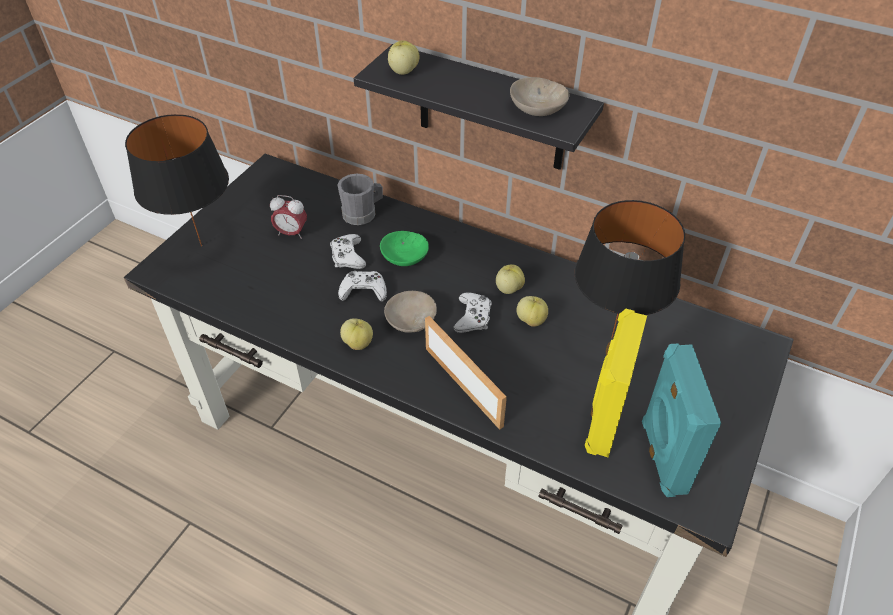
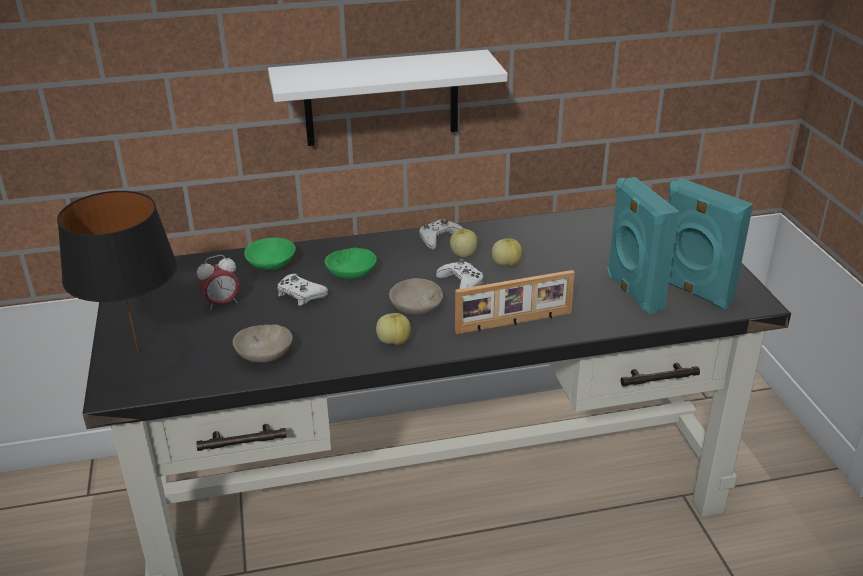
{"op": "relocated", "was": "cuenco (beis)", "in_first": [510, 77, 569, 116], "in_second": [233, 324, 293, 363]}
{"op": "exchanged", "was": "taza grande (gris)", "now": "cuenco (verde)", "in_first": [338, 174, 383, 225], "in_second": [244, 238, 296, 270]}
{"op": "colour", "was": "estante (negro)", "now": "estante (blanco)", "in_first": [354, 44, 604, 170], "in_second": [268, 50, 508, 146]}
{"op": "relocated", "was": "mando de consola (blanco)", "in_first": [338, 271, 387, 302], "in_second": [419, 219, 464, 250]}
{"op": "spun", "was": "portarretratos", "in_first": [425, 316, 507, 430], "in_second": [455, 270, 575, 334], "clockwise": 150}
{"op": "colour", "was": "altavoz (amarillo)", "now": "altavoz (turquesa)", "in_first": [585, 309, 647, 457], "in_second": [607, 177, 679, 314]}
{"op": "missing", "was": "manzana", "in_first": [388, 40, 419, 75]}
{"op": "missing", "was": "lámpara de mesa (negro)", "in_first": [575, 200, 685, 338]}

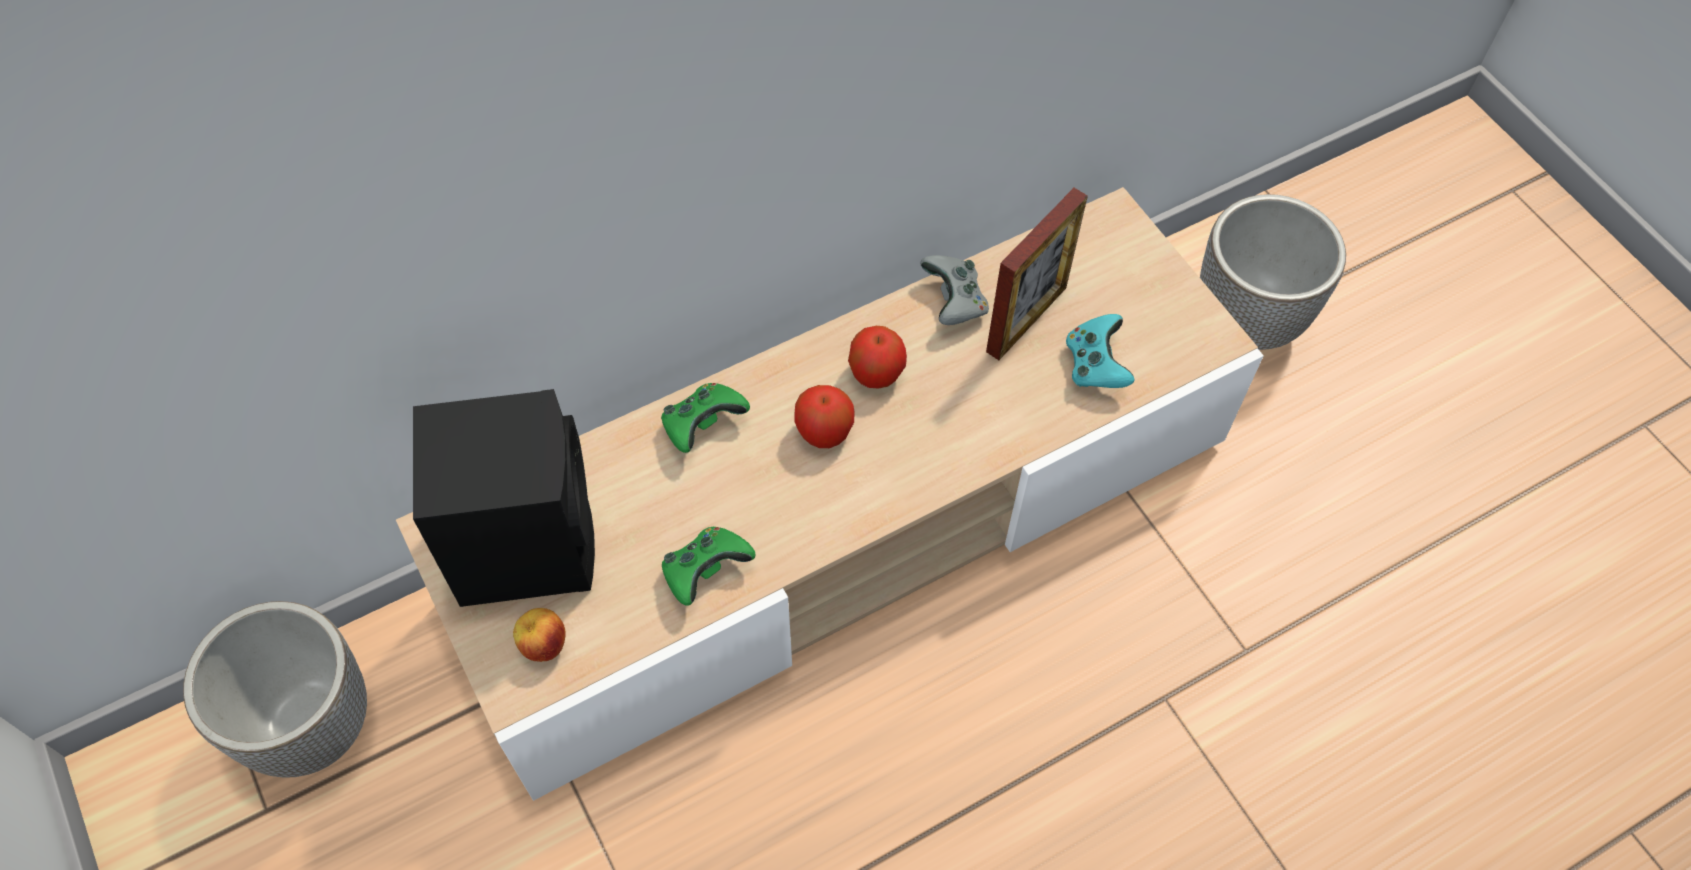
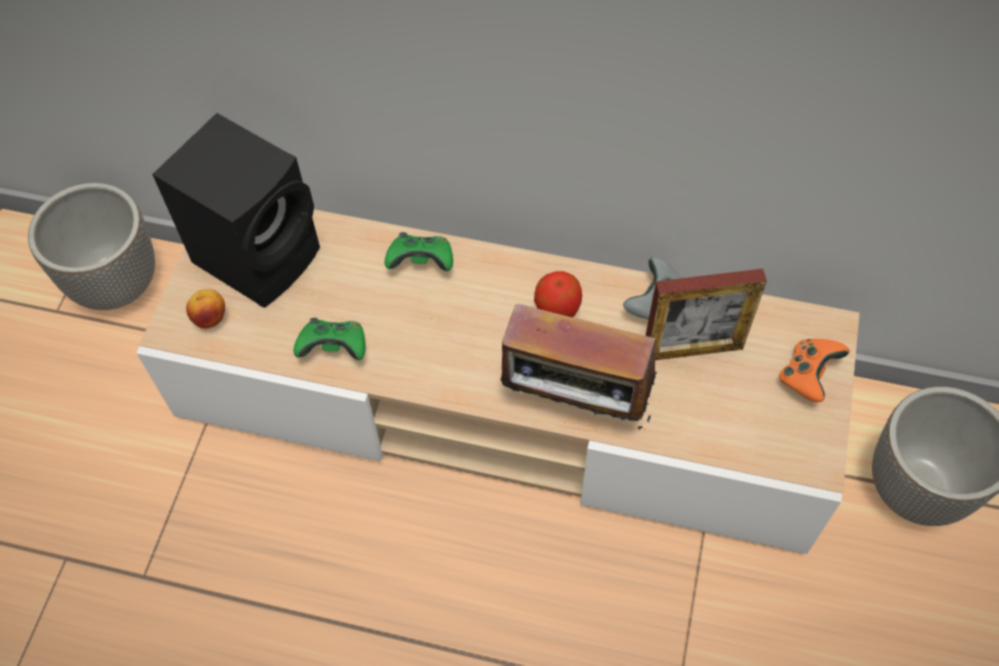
{"op": "appeared", "now": "radio", "in_second": [501, 303, 657, 431]}
{"op": "appeared", "now": "mando de consola (naranja)", "in_second": [779, 339, 850, 402]}
{"op": "missing", "was": "manzana", "in_first": [795, 385, 855, 448]}
{"op": "missing", "was": "mando de consola (turquesa)", "in_first": [1066, 314, 1134, 388]}

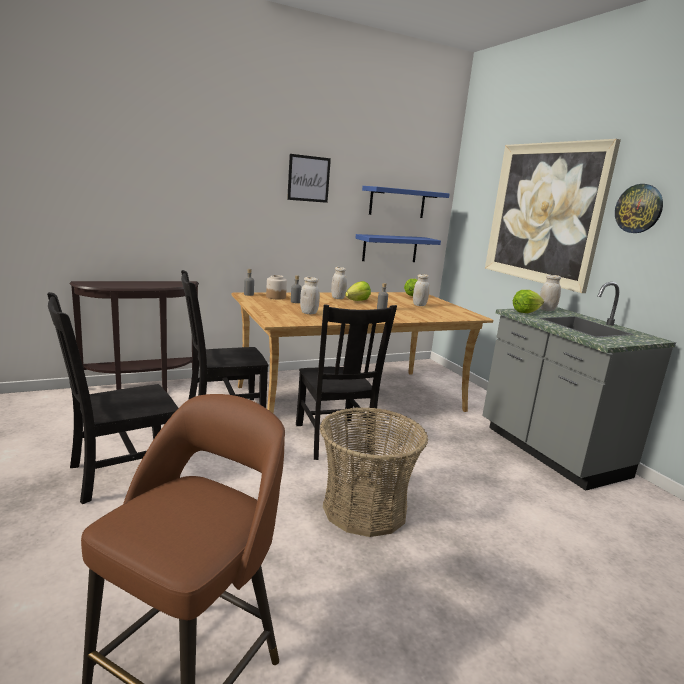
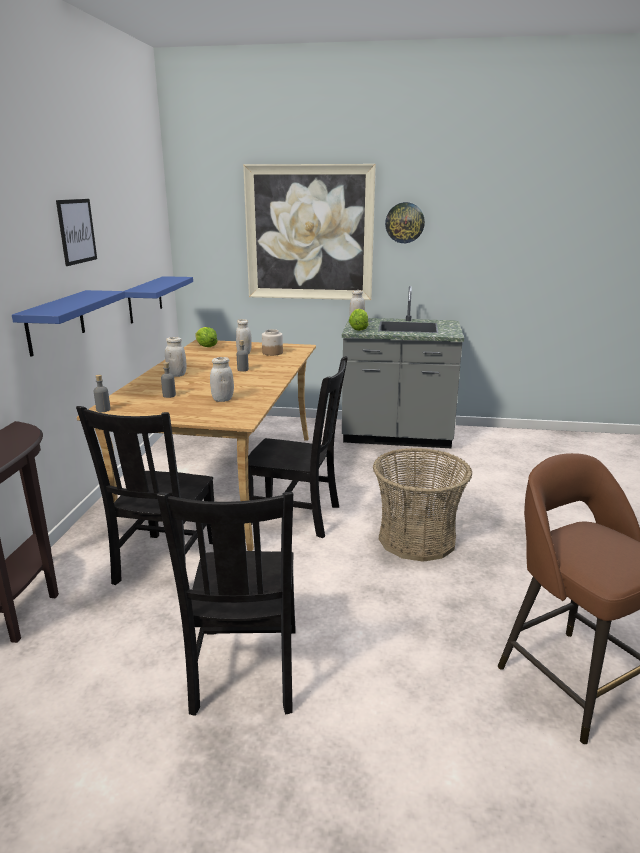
{"op": "relocated", "was": "estante (azul)", "in_first": [362, 186, 450, 218], "in_second": [12, 290, 125, 357]}
{"op": "relocated", "was": "tarro", "in_first": [266, 275, 287, 299], "in_second": [262, 329, 283, 356]}
{"op": "missing", "was": "lechuga", "in_first": [345, 281, 371, 301]}

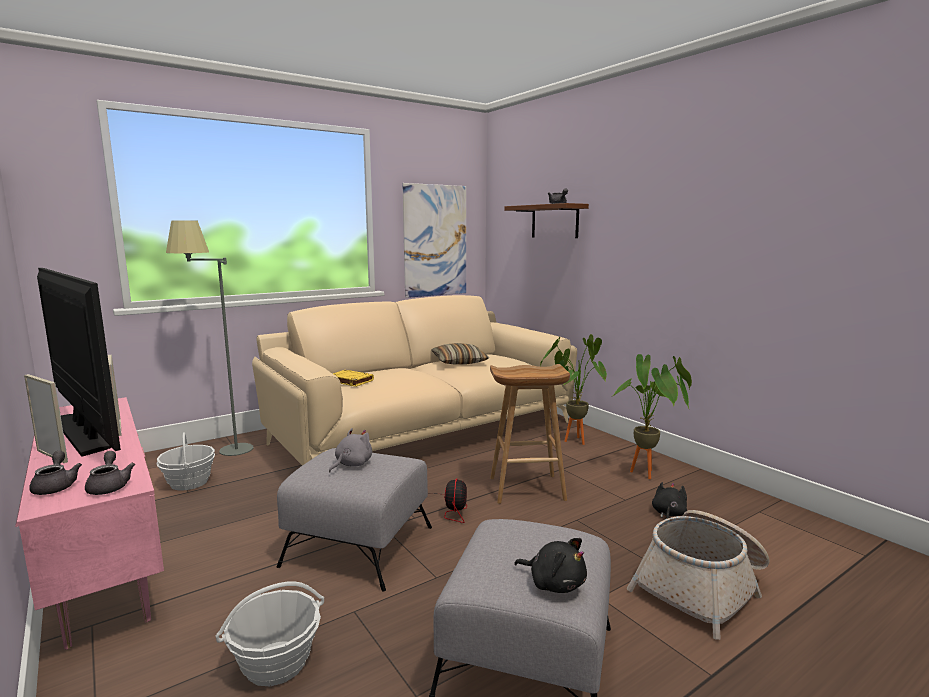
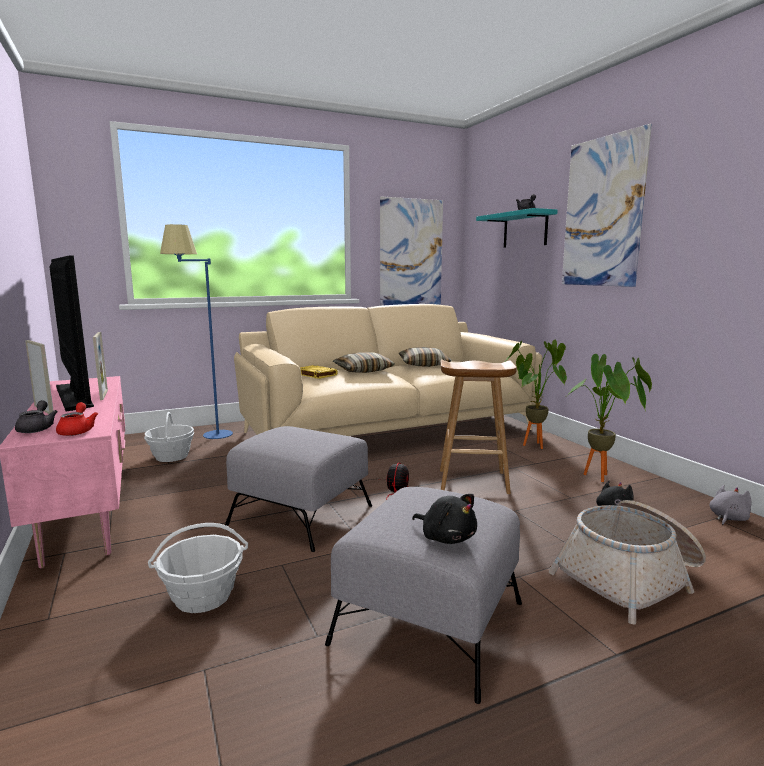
{"op": "colour", "was": "tetera (gris)", "now": "tetera (rojo)", "in_first": [85, 451, 135, 495], "in_second": [56, 402, 98, 436]}
{"op": "colour", "was": "lámpara de pie (gris)", "now": "lámpara de pie (azul)", "in_first": [166, 220, 254, 456], "in_second": [160, 224, 233, 439]}
{"op": "appeared", "now": "cojín", "in_second": [333, 352, 395, 373]}
{"op": "colour", "was": "estante (marrón)", "now": "estante (turquesa)", "in_first": [504, 203, 589, 238], "in_second": [476, 208, 557, 248]}
{"op": "appeared", "now": "cuadro", "in_second": [562, 124, 652, 287]}
{"op": "relocated", "was": "peluche (gris)", "in_first": [329, 428, 372, 473], "in_second": [709, 485, 752, 525]}

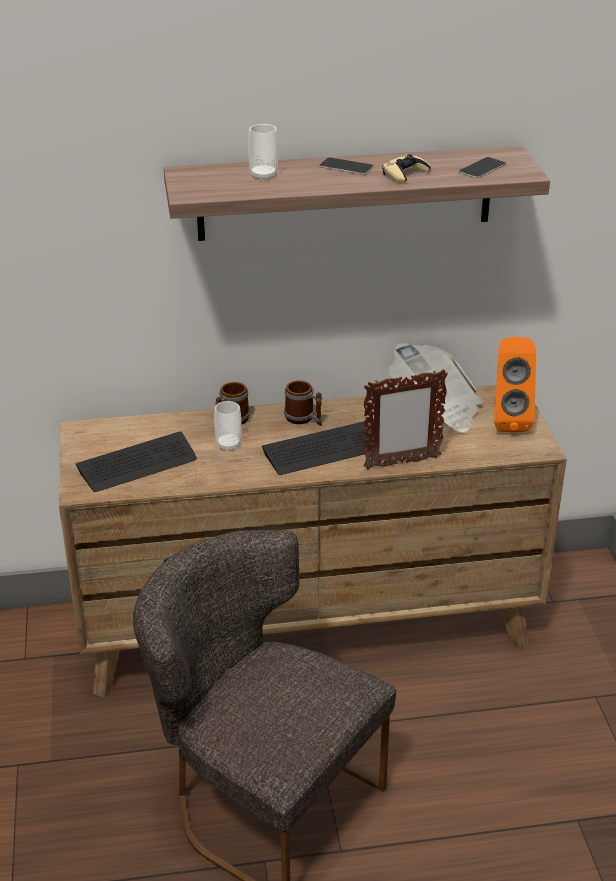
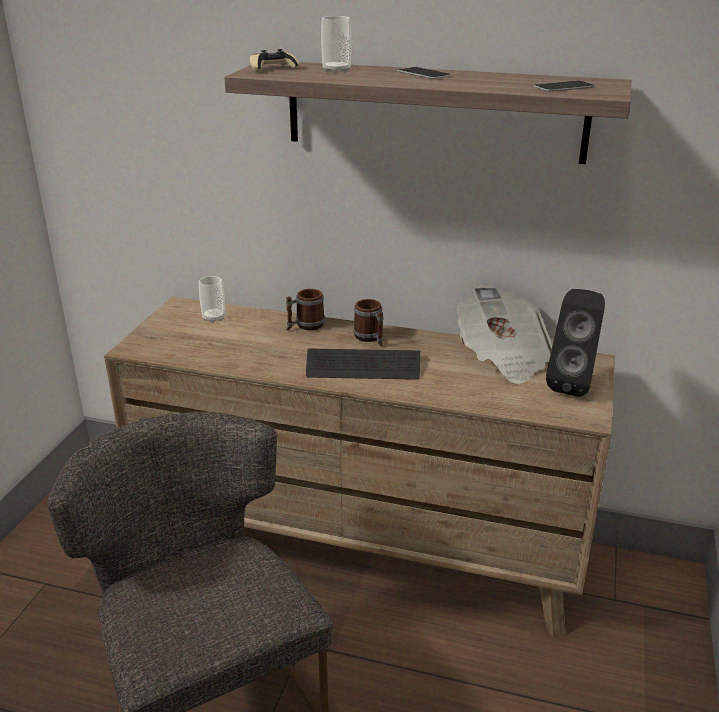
{"op": "relocated", "was": "taza", "in_first": [214, 401, 242, 451], "in_second": [199, 276, 225, 323]}
{"op": "relocated", "was": "mando de consola (beis)", "in_first": [382, 154, 431, 184], "in_second": [250, 49, 300, 72]}
{"op": "colour", "was": "altavoz (naranja)", "now": "altavoz (negro)", "in_first": [494, 337, 536, 432], "in_second": [546, 289, 605, 397]}
{"op": "missing", "was": "teclado", "in_first": [76, 431, 197, 492]}
{"op": "missing", "was": "portarretratos", "in_first": [364, 370, 448, 470]}

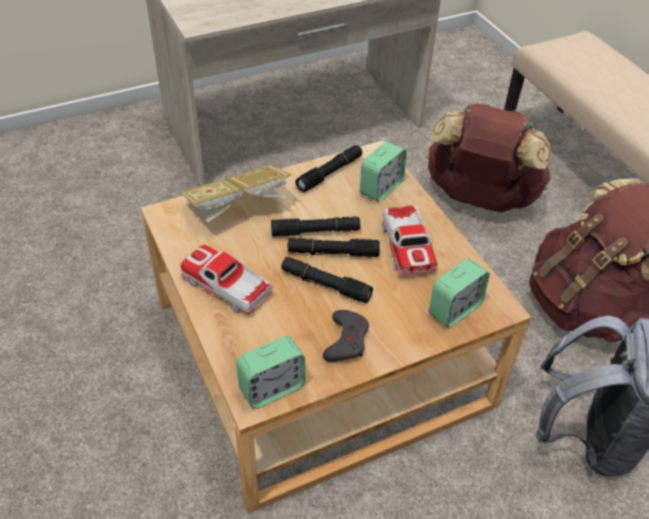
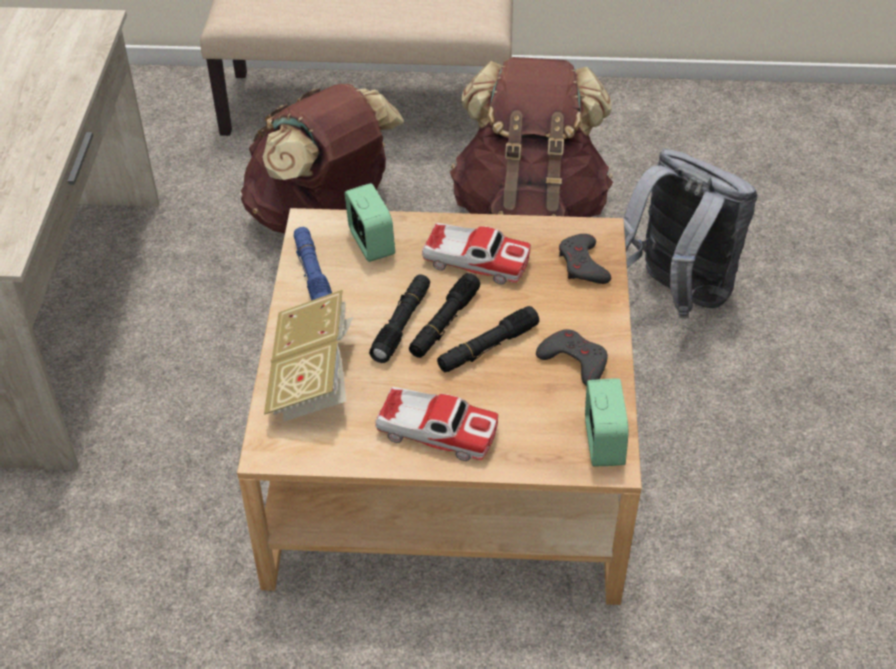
{"op": "colour", "was": "linterna (negro)", "now": "linterna (azul)", "in_first": [295, 145, 362, 192], "in_second": [294, 227, 332, 300]}
{"op": "spun", "was": "coche de juguete", "in_first": [181, 245, 273, 314], "in_second": [375, 386, 498, 461], "clockwise": -135}
{"op": "exchanged", "was": "despertador", "now": "mando de consola (gris)", "in_first": [429, 259, 490, 328], "in_second": [559, 234, 611, 284]}

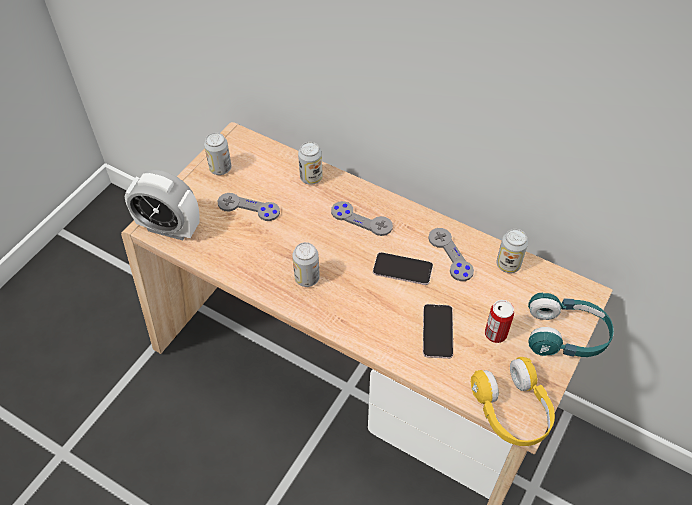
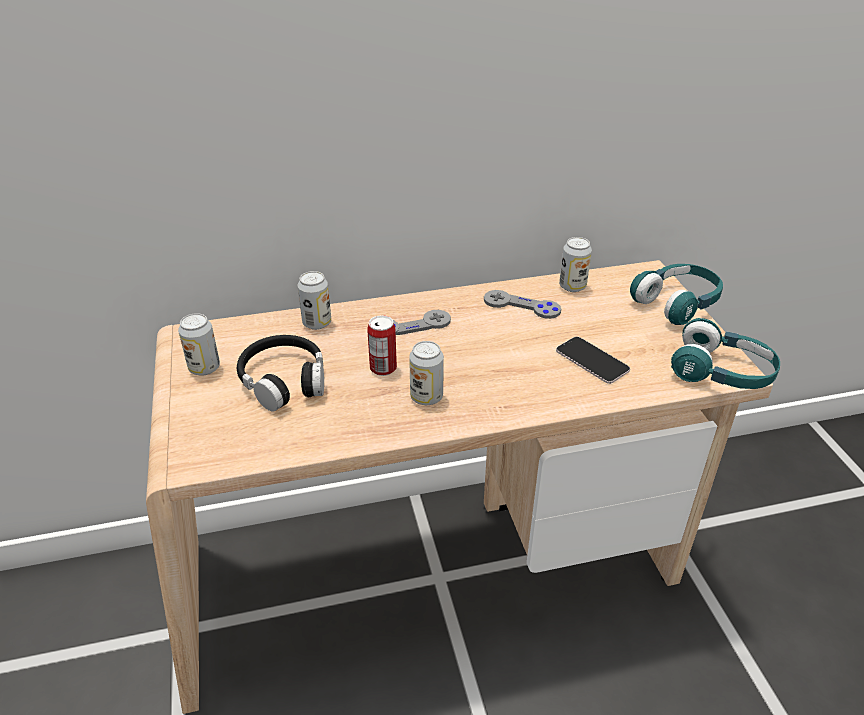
{"op": "exchanged", "was": "mando de consola (gris)", "now": "auriculares (negro)", "in_first": [217, 193, 280, 221], "in_second": [237, 335, 324, 412]}
{"op": "relocated", "was": "lata", "in_first": [485, 300, 514, 343], "in_second": [367, 315, 397, 376]}
{"op": "colour", "was": "auriculares (amarillo)", "now": "auriculares (turquesa)", "in_first": [471, 357, 555, 446], "in_second": [671, 318, 780, 389]}
{"op": "missing", "was": "despertador", "in_first": [125, 170, 200, 241]}
{"op": "missing", "was": "móvil", "in_first": [373, 252, 433, 285]}

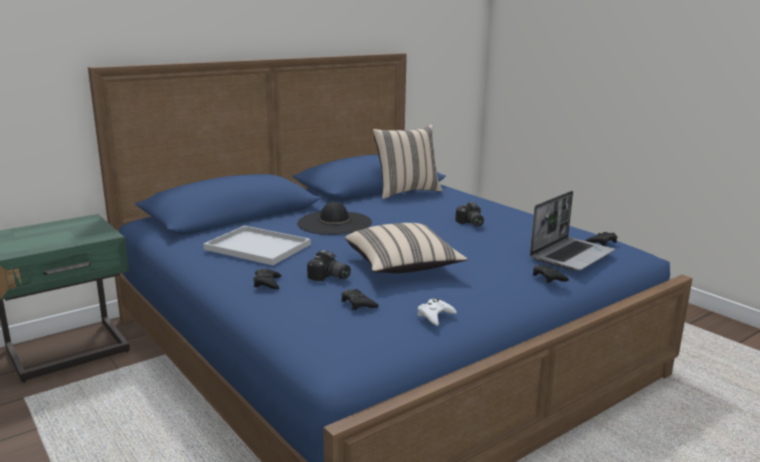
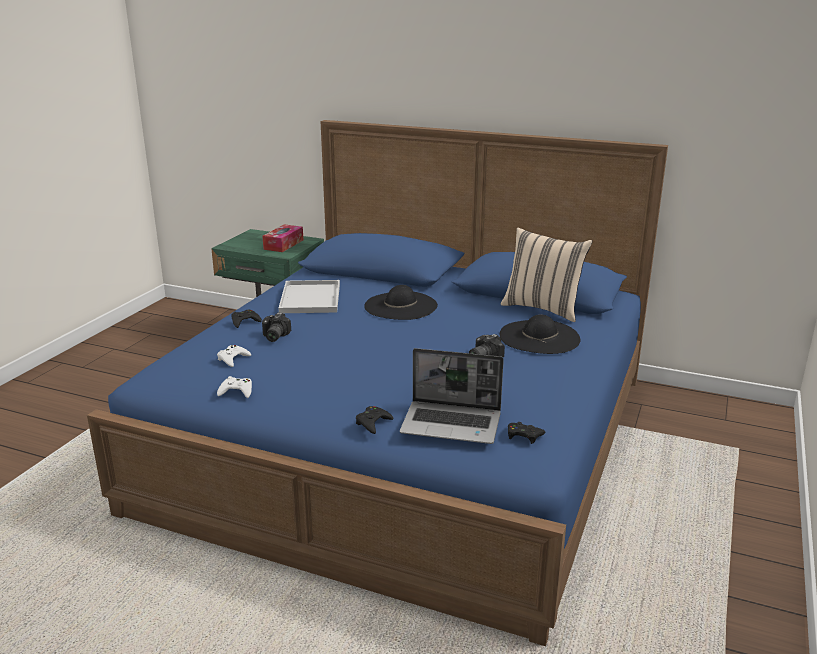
{"op": "colour", "was": "mando de consola (negro)", "now": "mando de consola (blanco)", "in_first": [341, 289, 379, 310], "in_second": [217, 345, 251, 367]}
{"op": "appeared", "now": "caja de pañuelos", "in_second": [262, 224, 303, 252]}
{"op": "appeared", "now": "sombrero (negro)", "in_second": [500, 315, 581, 354]}
{"op": "missing", "was": "cojín (beis)", "in_first": [345, 223, 467, 273]}

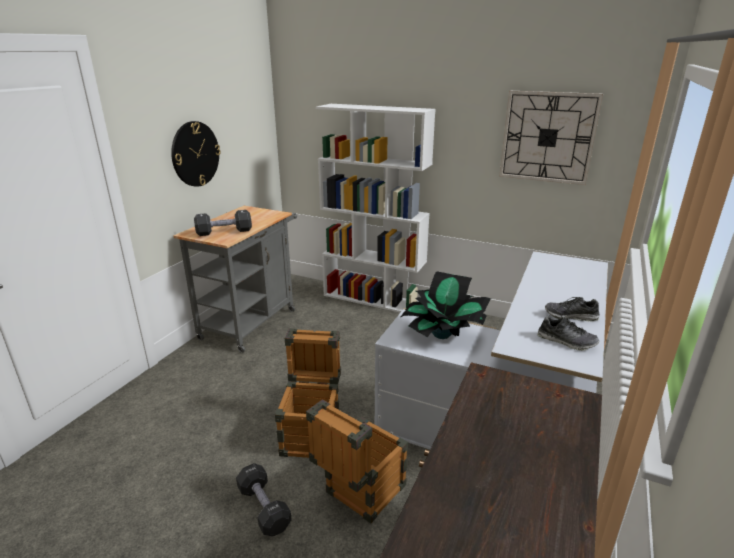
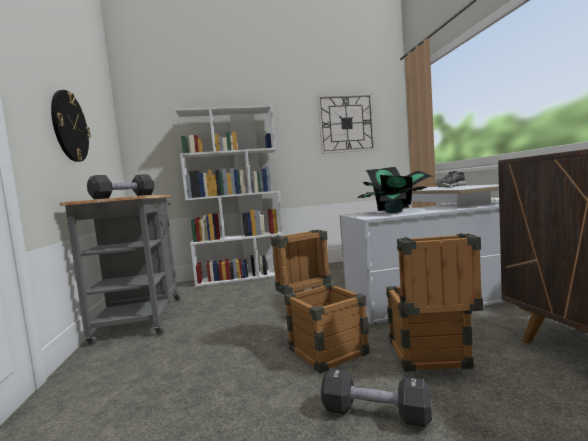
{"op": "missing", "was": "zapato", "in_first": [537, 316, 599, 351]}

